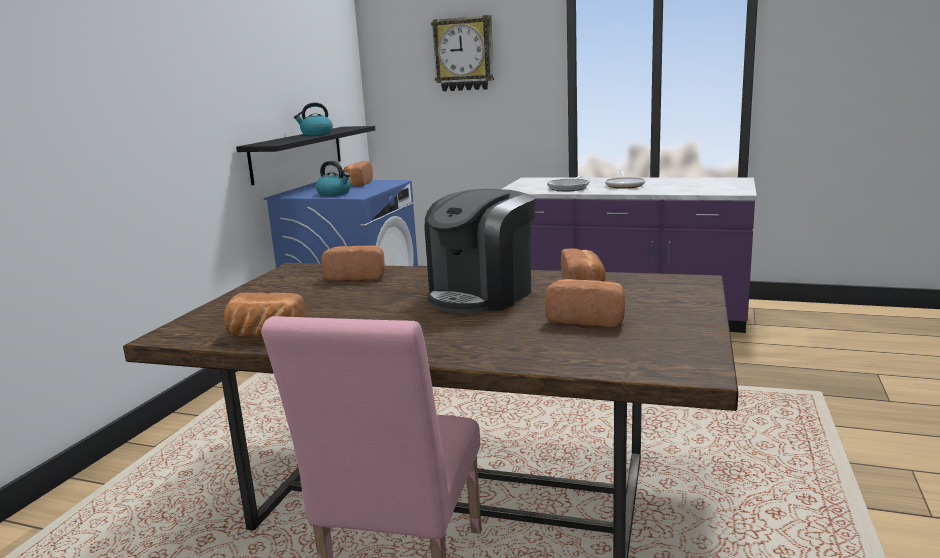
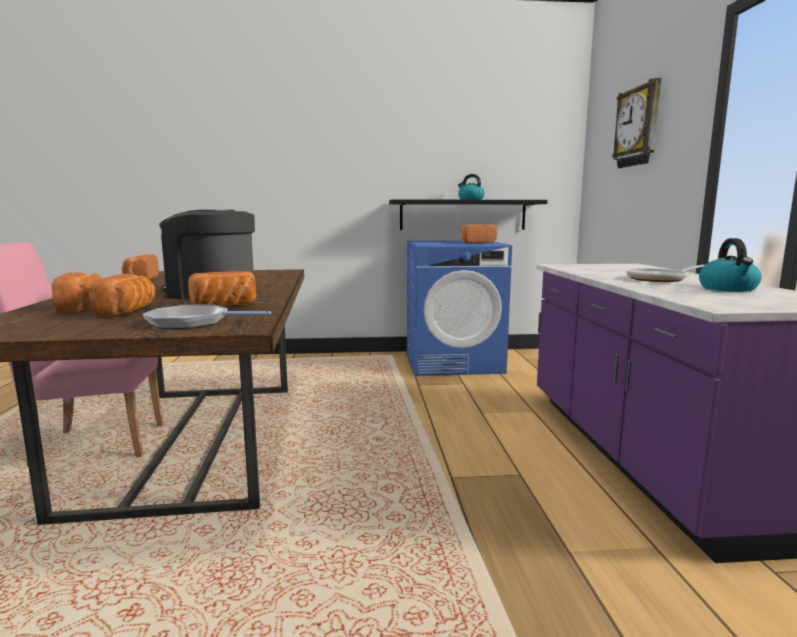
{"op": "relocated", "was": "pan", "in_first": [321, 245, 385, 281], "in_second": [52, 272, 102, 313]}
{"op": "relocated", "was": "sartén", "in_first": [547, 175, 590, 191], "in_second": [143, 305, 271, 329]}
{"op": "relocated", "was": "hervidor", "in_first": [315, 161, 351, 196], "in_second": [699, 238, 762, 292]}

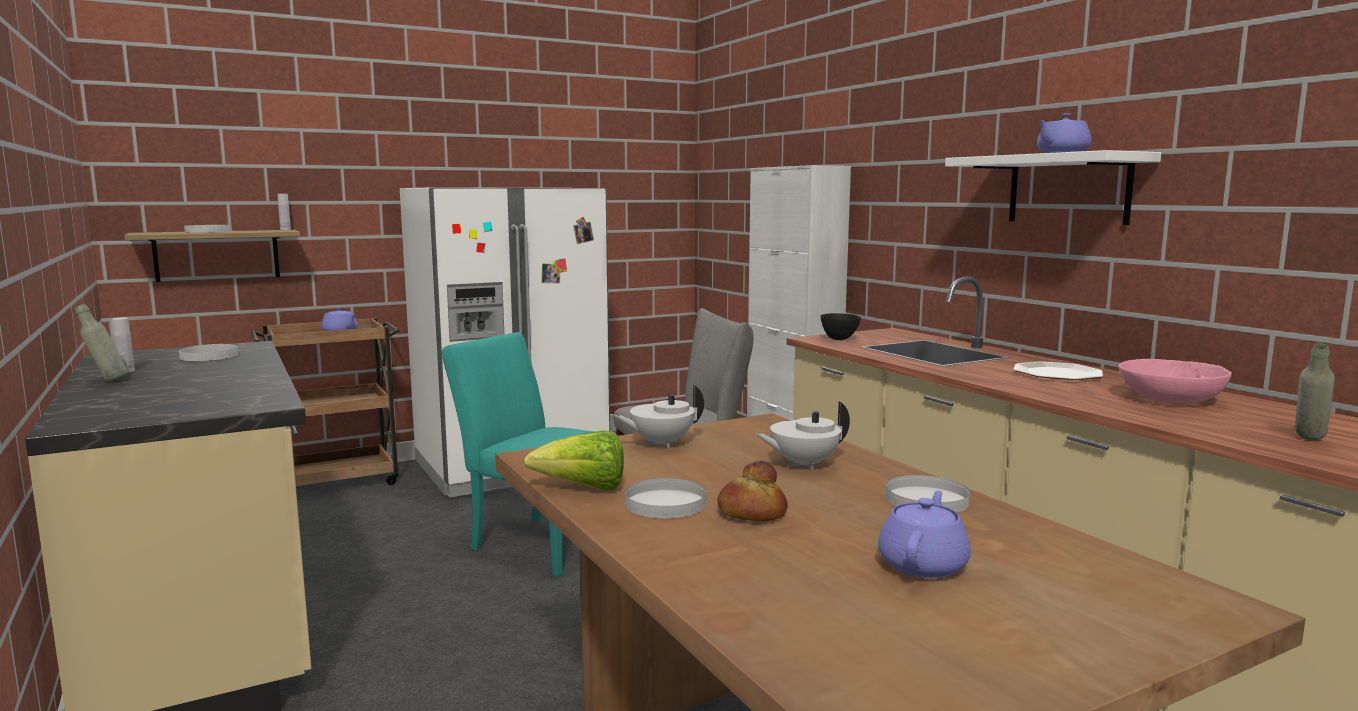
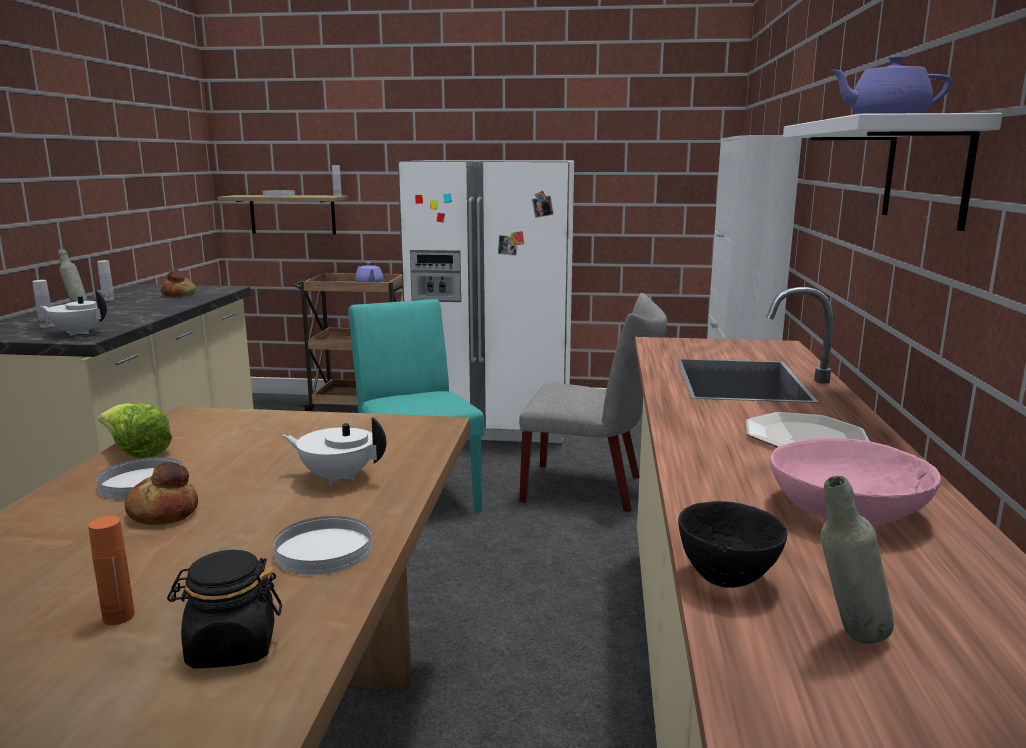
{"op": "appeared", "now": "botella (blanco)", "in_second": [32, 280, 54, 328]}
{"op": "relocated", "was": "tetera (blanco)", "in_first": [614, 385, 704, 448], "in_second": [40, 290, 107, 336]}
{"op": "exchanged", "was": "tetera (morado)", "now": "botella (naranja)", "in_first": [878, 491, 971, 578], "in_second": [88, 516, 135, 625]}
{"op": "exchanged", "was": "plato (blanco)", "now": "pan", "in_first": [179, 344, 238, 361], "in_second": [161, 270, 196, 297]}
{"op": "appeared", "now": "tarro (negro)", "in_second": [167, 550, 282, 669]}
{"op": "relocated", "was": "cuenco (negro)", "in_first": [821, 313, 861, 340], "in_second": [678, 501, 788, 588]}

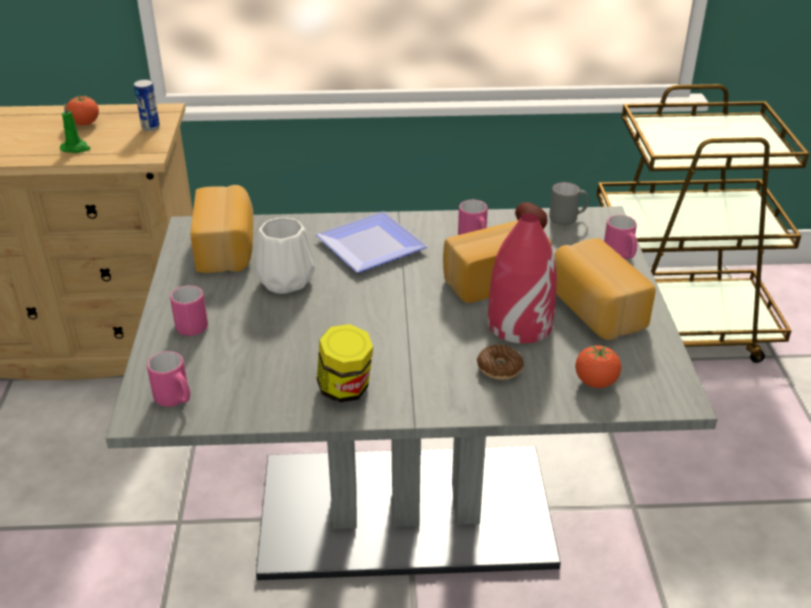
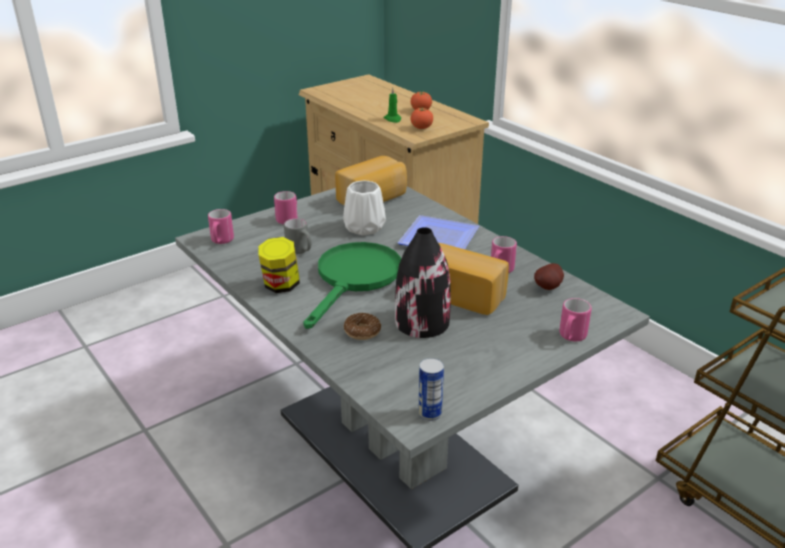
{"op": "relocated", "was": "taza grande (gris)", "in_first": [549, 182, 589, 225], "in_second": [284, 218, 312, 254]}
{"op": "appeared", "now": "sartén (verde)", "in_second": [303, 242, 401, 329]}
{"op": "colour", "was": "florero (rojo)", "now": "florero (negro)", "in_first": [488, 213, 557, 343], "in_second": [395, 227, 451, 338]}
{"op": "relocated", "was": "tomate", "in_first": [575, 345, 621, 388], "in_second": [411, 108, 433, 129]}
{"op": "relocated", "was": "lata", "in_first": [134, 79, 160, 131], "in_second": [418, 358, 444, 421]}
{"op": "missing", "was": "pan", "in_first": [554, 239, 656, 340]}

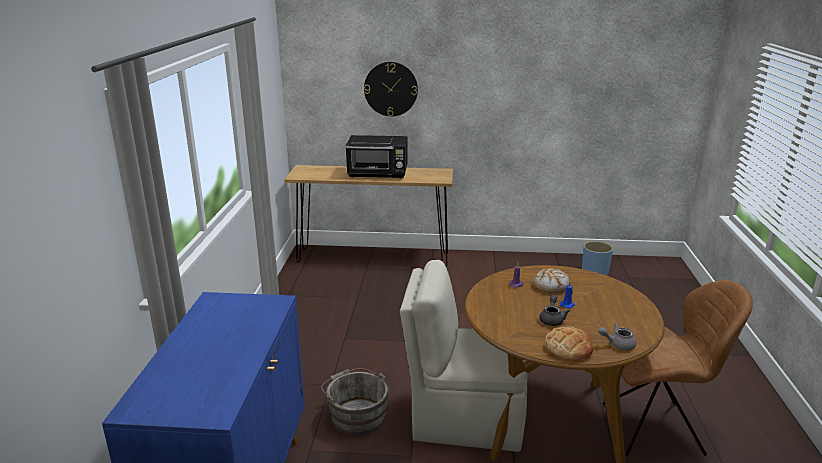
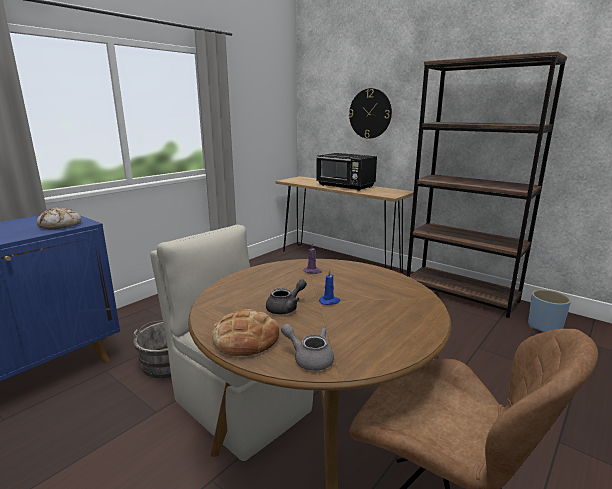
{"op": "relocated", "was": "pan", "in_first": [533, 268, 570, 293], "in_second": [36, 207, 81, 229]}
{"op": "appeared", "now": "estantería (marrón)", "in_second": [407, 51, 567, 318]}

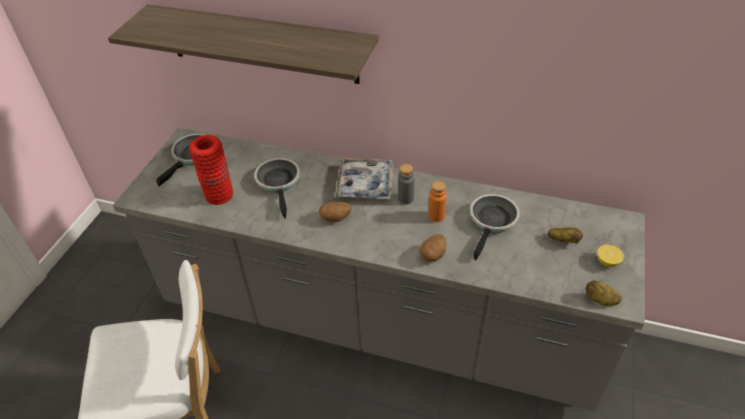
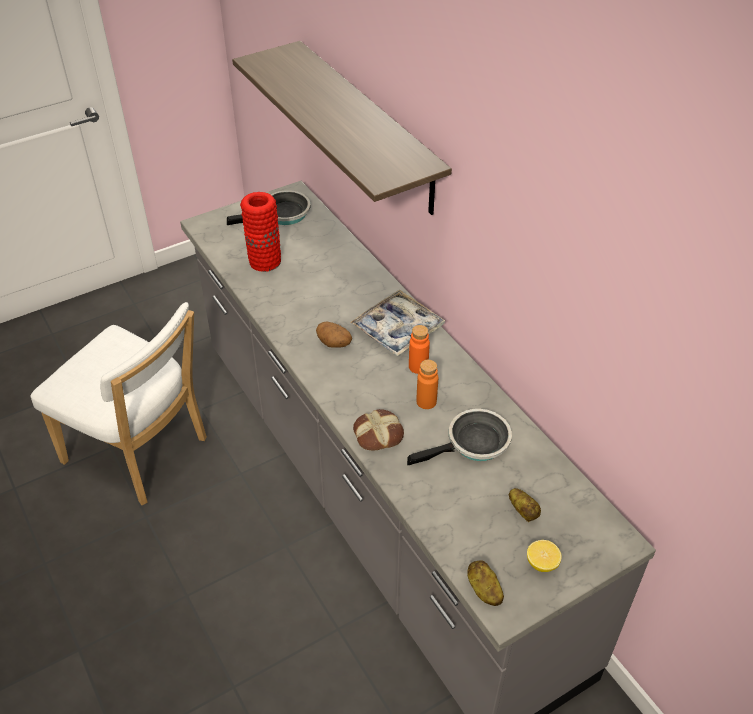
{"op": "exchanged", "was": "patata", "now": "pan", "in_first": [419, 234, 447, 262], "in_second": [353, 409, 404, 451]}
{"op": "colour", "was": "botella (gris)", "now": "botella (naranja)", "in_first": [398, 164, 414, 204], "in_second": [409, 325, 430, 374]}
{"op": "missing", "was": "sartén", "in_first": [254, 158, 300, 218]}

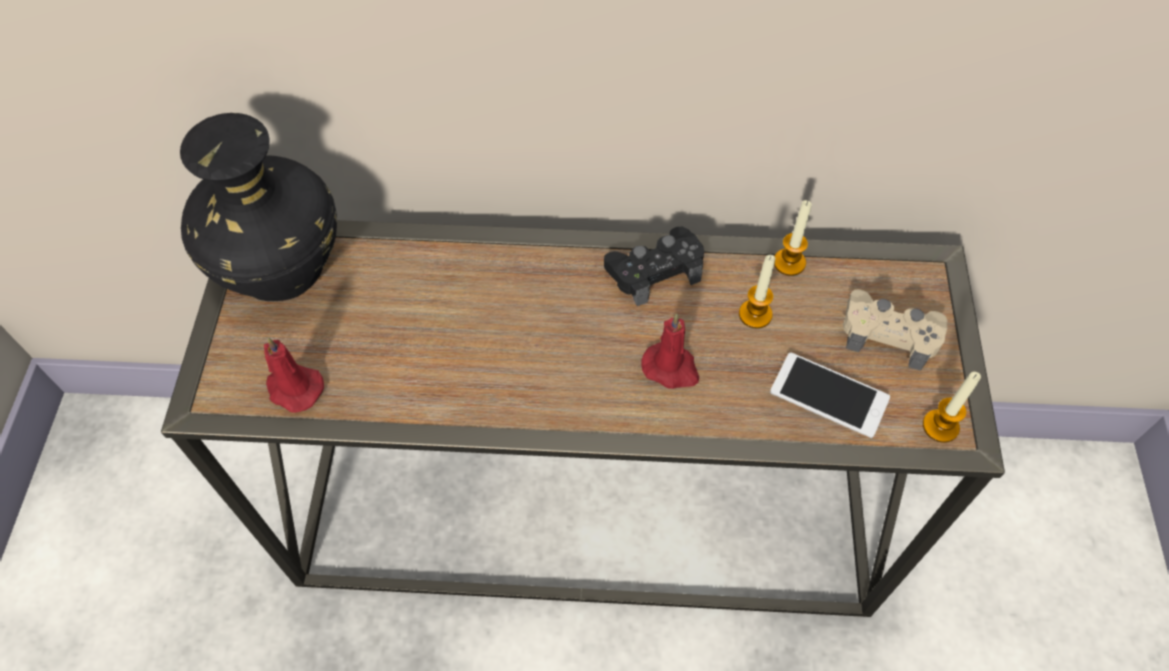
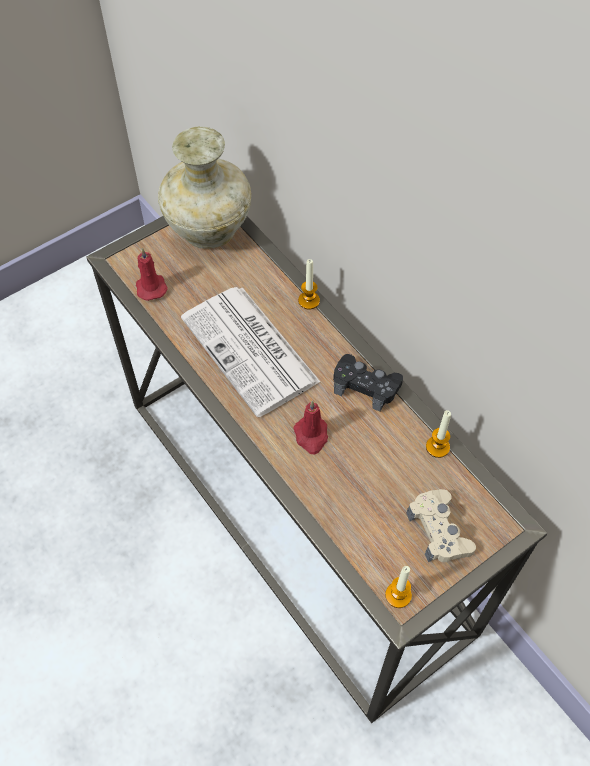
{"op": "colour", "was": "florero (negro)", "now": "florero (beis)", "in_first": [180, 113, 337, 301], "in_second": [158, 126, 251, 249]}
{"op": "appeared", "now": "periódico", "in_second": [181, 287, 320, 417]}
{"op": "relocated", "was": "vela", "in_first": [739, 255, 776, 329], "in_second": [298, 259, 320, 309]}
{"op": "missing", "was": "móvil", "in_first": [770, 352, 890, 438]}

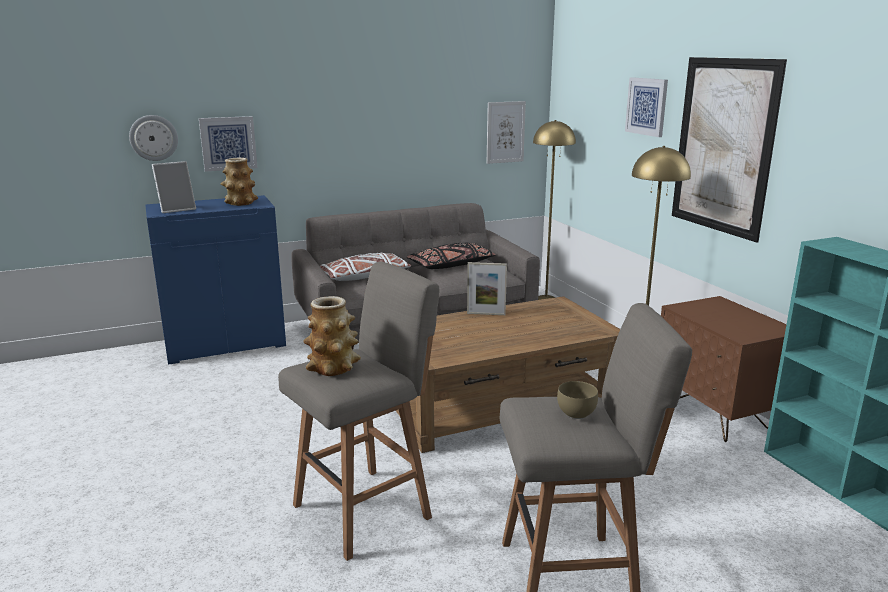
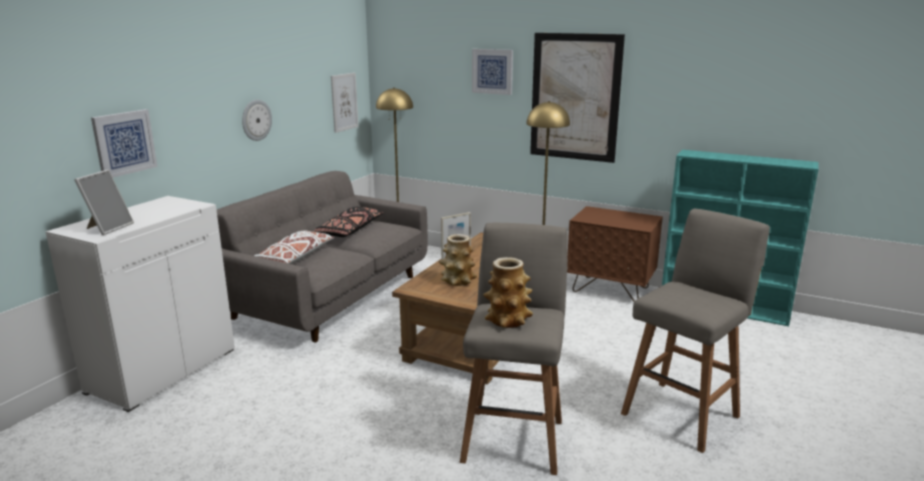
{"op": "colour", "was": "armario (azul)", "now": "armario (blanco)", "in_first": [145, 195, 286, 365], "in_second": [45, 196, 235, 412]}
{"op": "relocated", "was": "reloj de pared", "in_first": [129, 115, 178, 161], "in_second": [242, 100, 272, 141]}
{"op": "relocated", "was": "florero", "in_first": [221, 158, 258, 206], "in_second": [439, 234, 477, 286]}
{"op": "missing", "was": "cuenco (marrón)", "in_first": [557, 381, 598, 419]}

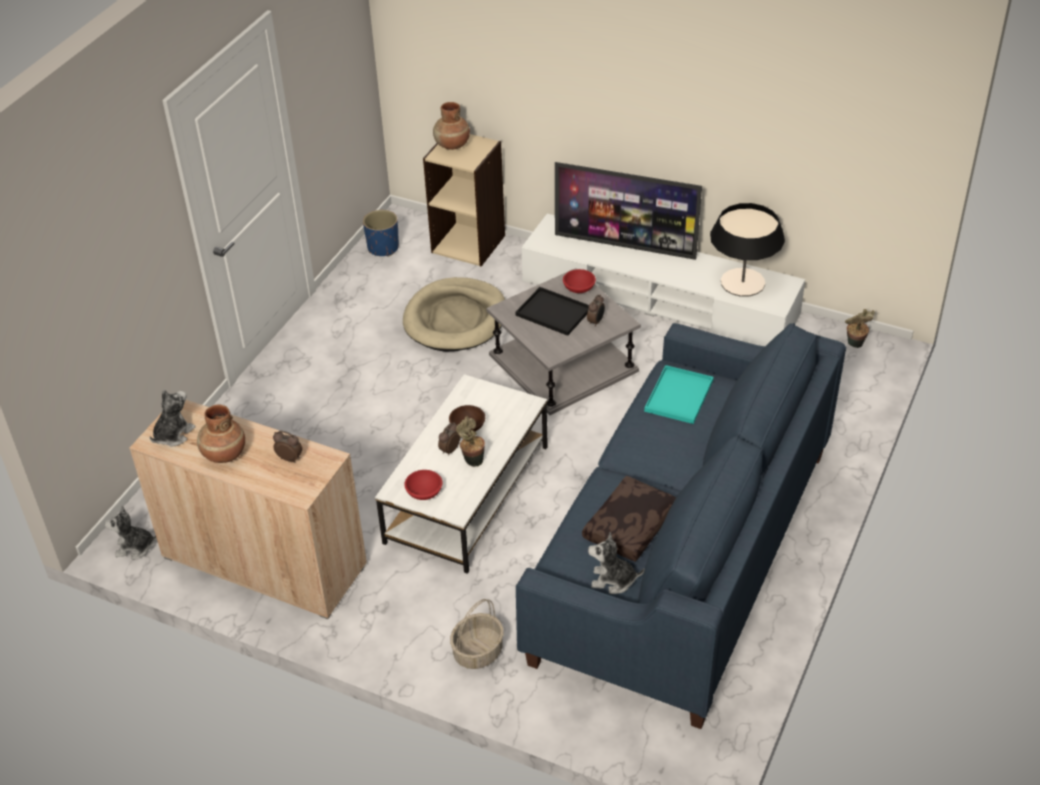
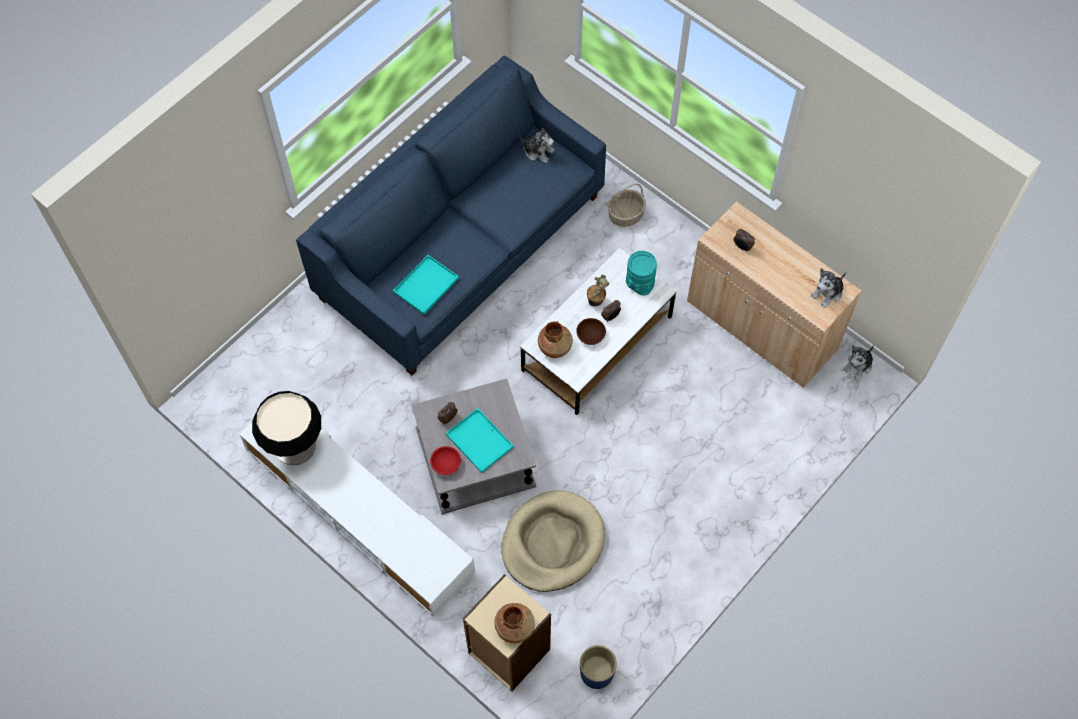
{"op": "colour", "was": "bandeja (negro)", "now": "bandeja (turquesa)", "in_first": [515, 287, 589, 336], "in_second": [446, 408, 514, 473]}
{"op": "relocated", "was": "florero (marrón)", "in_first": [197, 404, 245, 463], "in_second": [538, 321, 573, 358]}
{"op": "exchanged", "was": "cuenco (rojo)", "now": "florero (turquesa)", "in_first": [404, 470, 442, 500], "in_second": [626, 251, 657, 296]}
{"op": "spun", "was": "peluche", "in_first": [105, 505, 157, 560], "in_second": [843, 345, 874, 380], "clockwise": 120}
{"op": "missing", "was": "televisor", "in_first": [555, 162, 702, 260]}
{"op": "missing", "was": "cojín (marrón)", "in_first": [582, 476, 676, 562]}
{"op": "missing", "was": "planta en maceta", "in_first": [845, 309, 875, 348]}

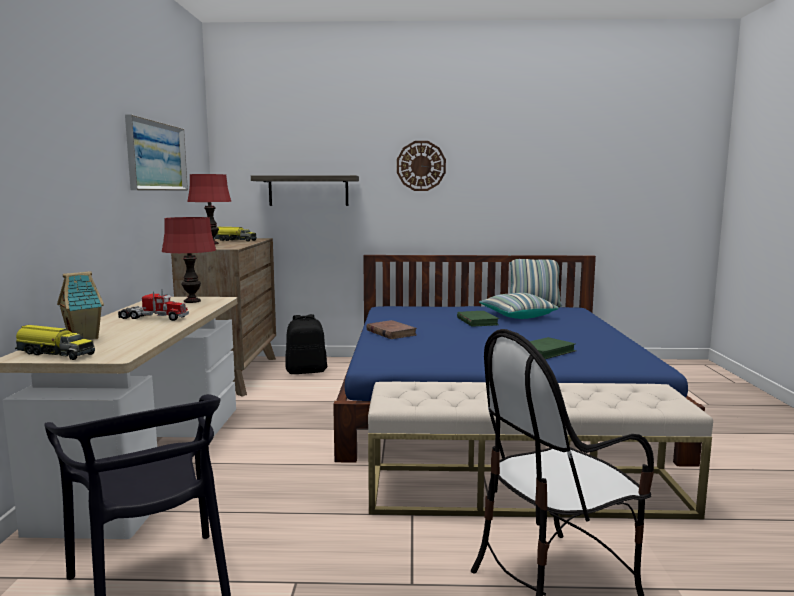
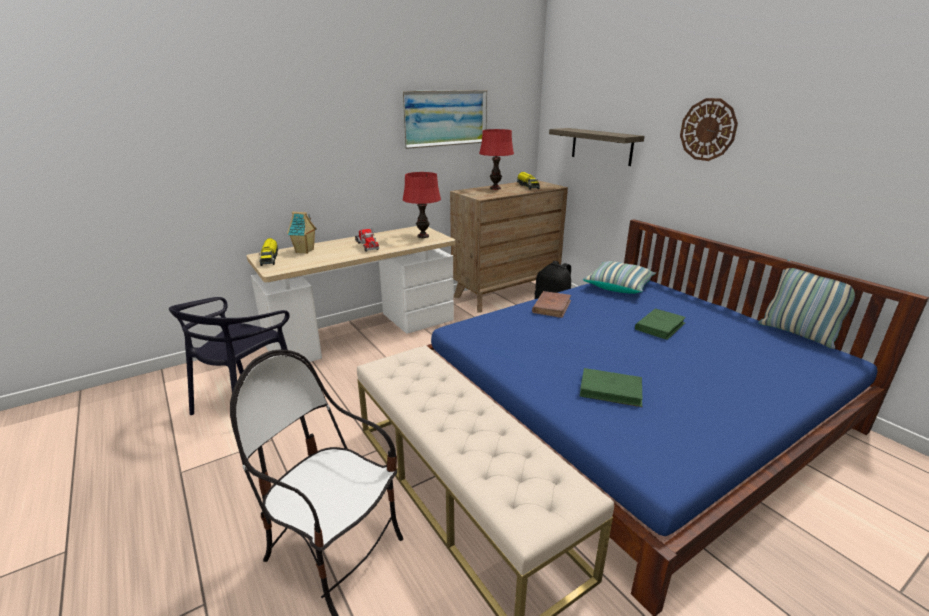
{"op": "relocated", "was": "cojín", "in_first": [479, 293, 559, 319], "in_second": [583, 261, 656, 294]}

